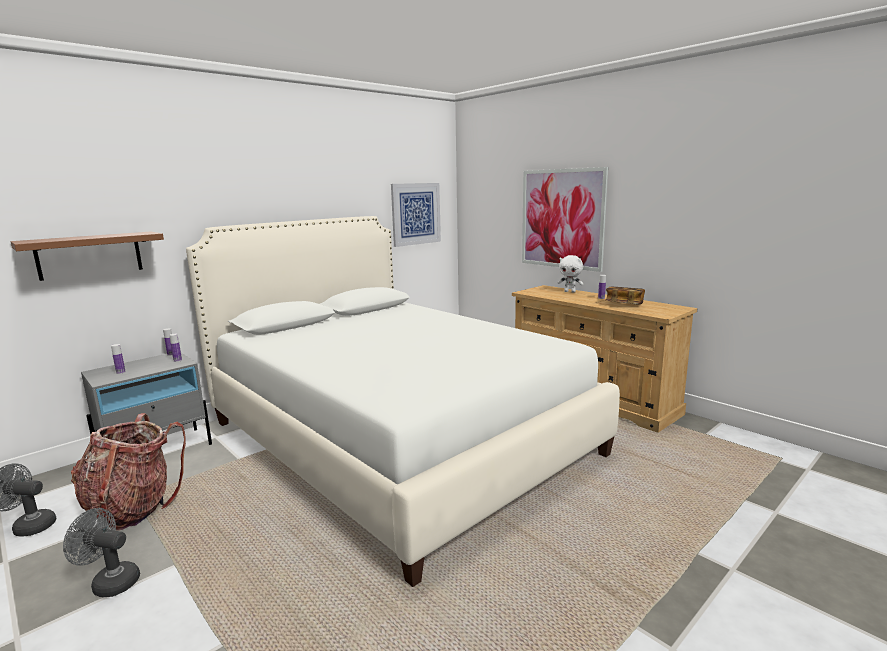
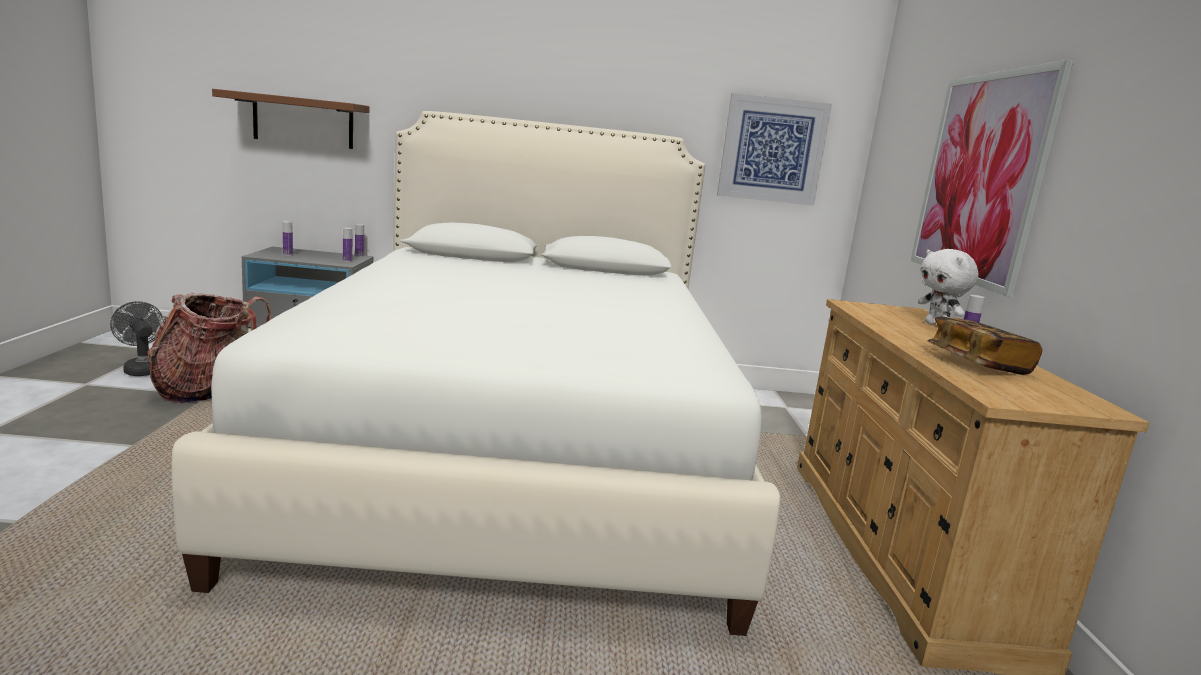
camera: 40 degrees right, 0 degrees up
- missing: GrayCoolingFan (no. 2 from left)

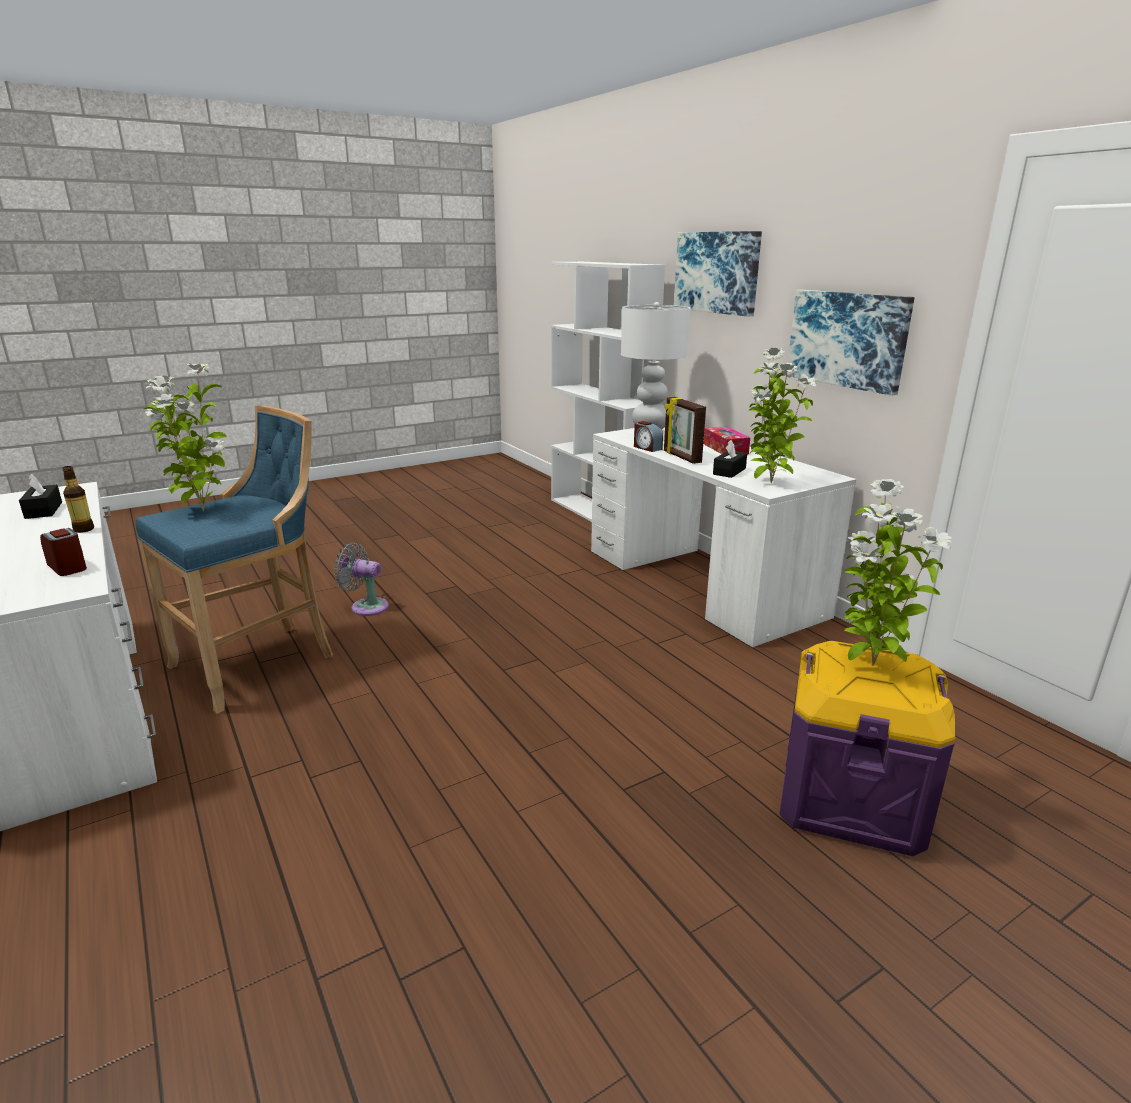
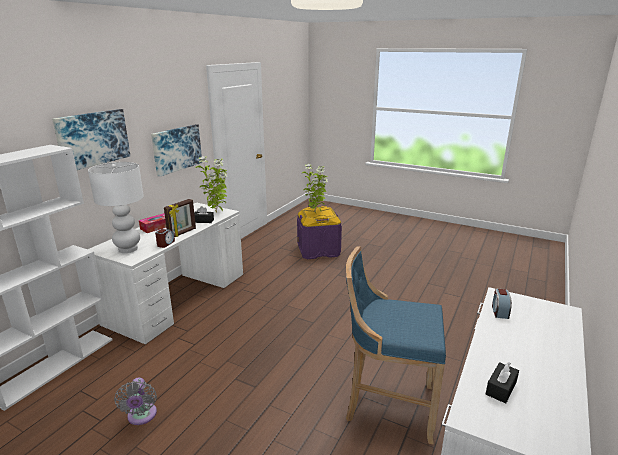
camera: 120 degrees left, 0 degrees up
- missing: DrinkBottle
- missing: Houseplant (no. 1 from left)
- relocated: GrayCoolingFan

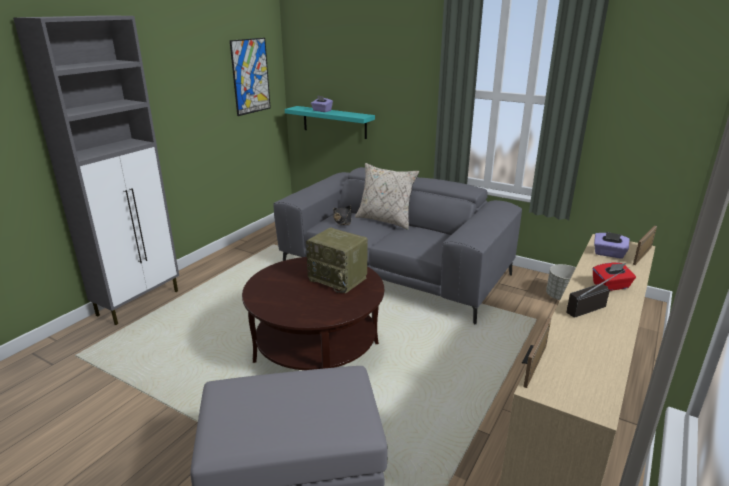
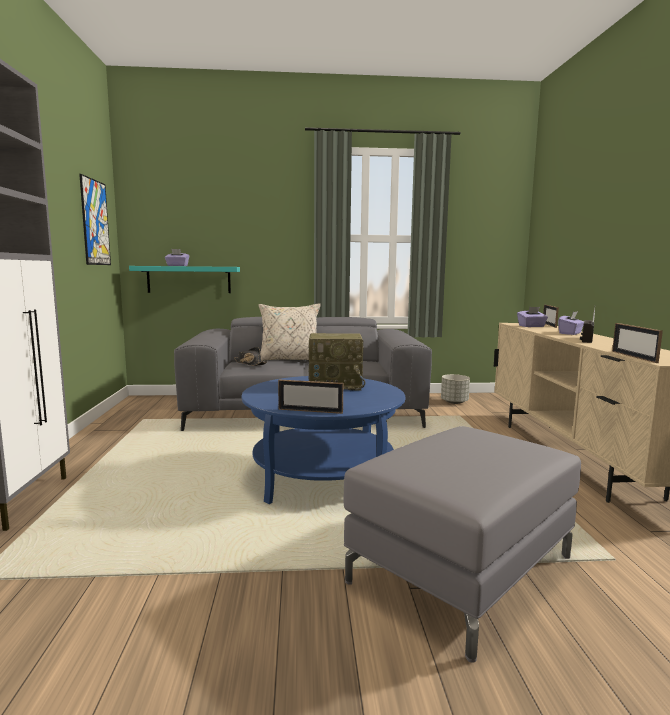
camera: 35 degrees left, 15 degrees down
- appeared: PhotoFrame (no. 1 from left)
- colour: BrownLowTable to BlueColouredLowTable
- colour: RedTissueHolder to PurpleColouredTissueHolder (no. 3 from left)

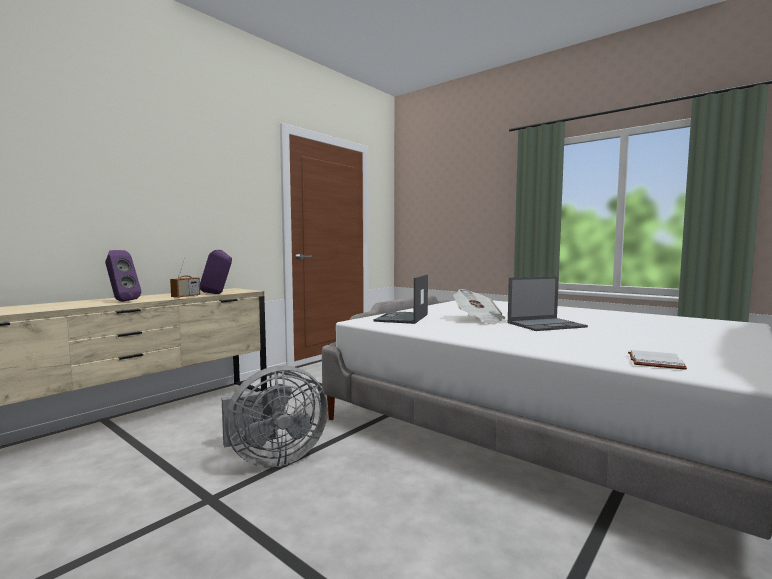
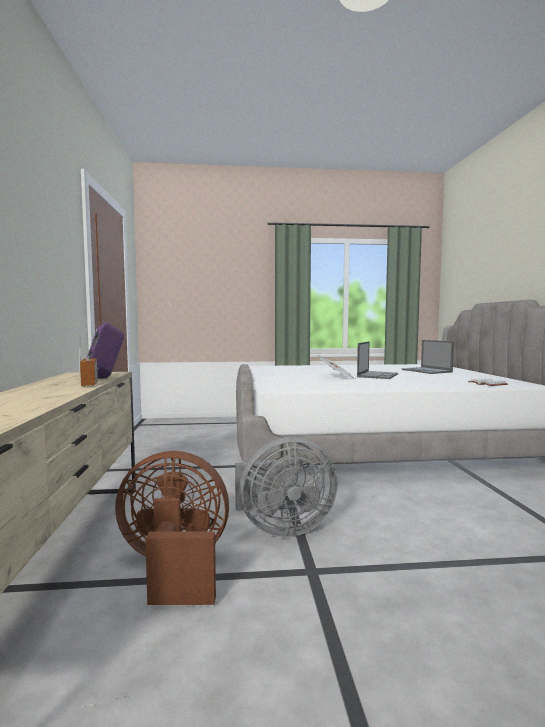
camera: 45 degrees left, 0 degrees up
- missing: PurpleColouredLoudspeaker (no. 1 from left)
- appeared: BrownCoolingFan
- relocated: PortableComputer (no. 1 from left in the first image) to PortableComputer (no. 2 from left)
- spun: GrayCoolingFan 60 degrees clockwise

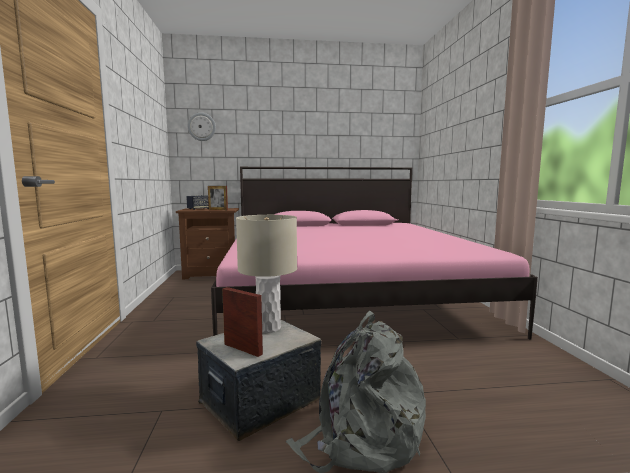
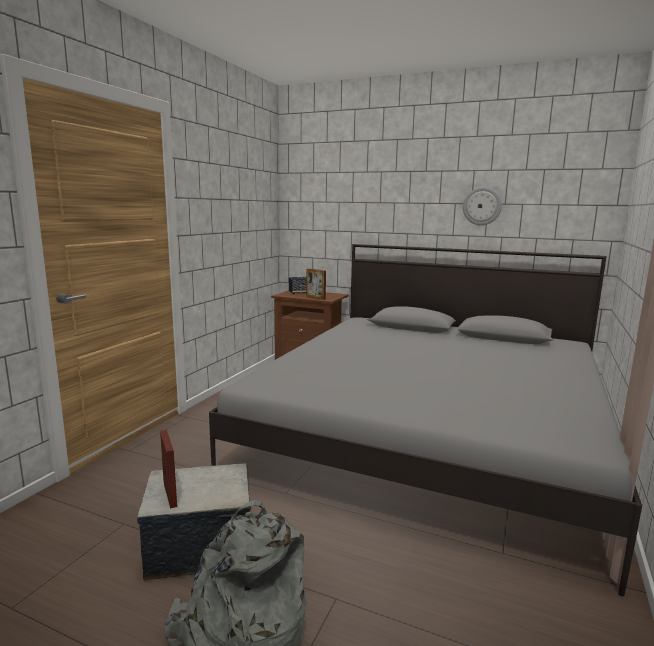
camera: 30 degrees right, 5 degrees up
- missing: SandColouredTabletopLamp
- relocated: HangingClock
- colour: PinkBed to GrayBed

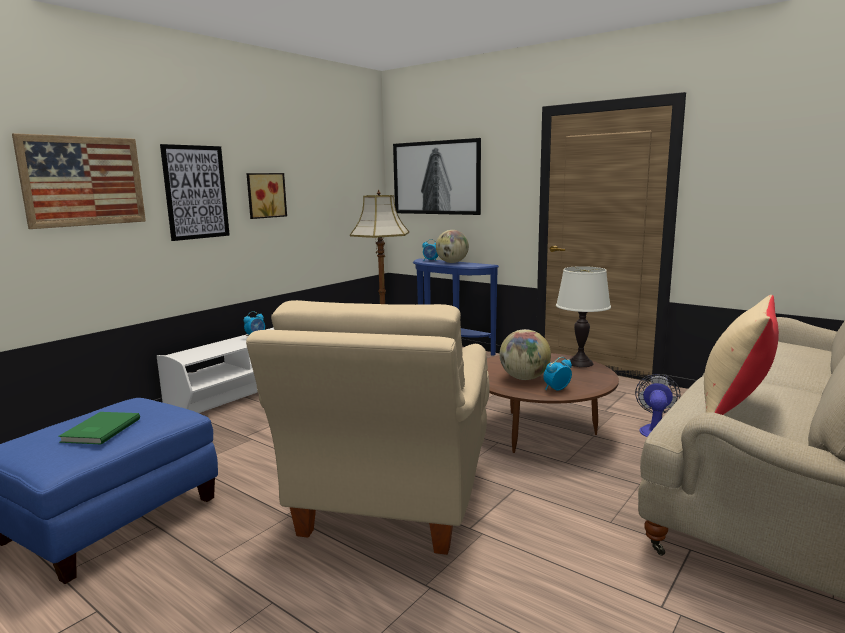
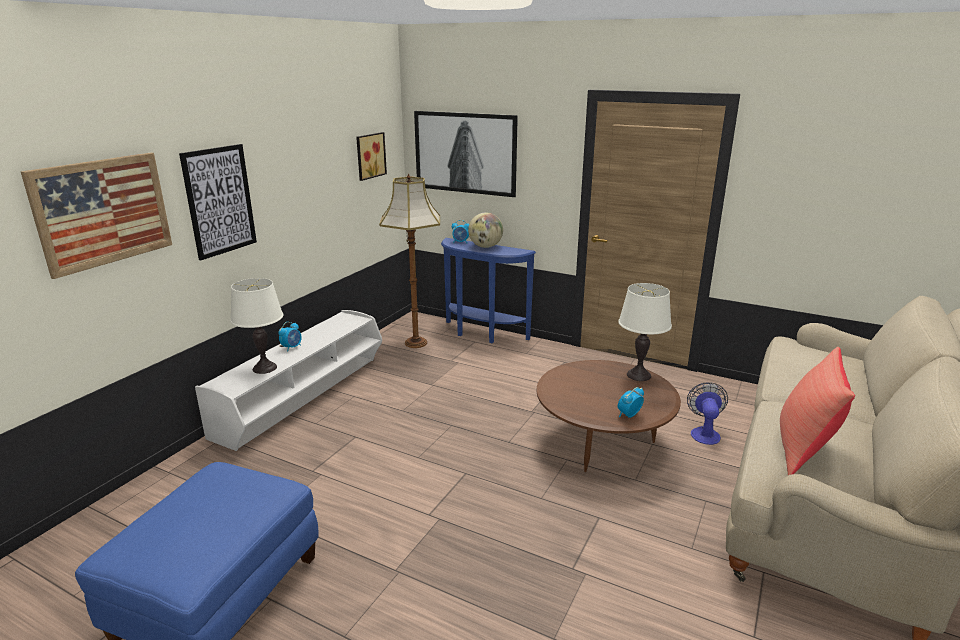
camera: 10 degrees left, 10 degrees up
- missing: GreenBook
- missing: SandColouredLoungeChair
- missing: Globe (no. 2 from left)
- appeared: WhiteColouredTabletopLamp (no. 1 from left)
- relocated: Picture (no. 3 from left)
- colour: SandColouredThrowPillow to RedThrowPillow

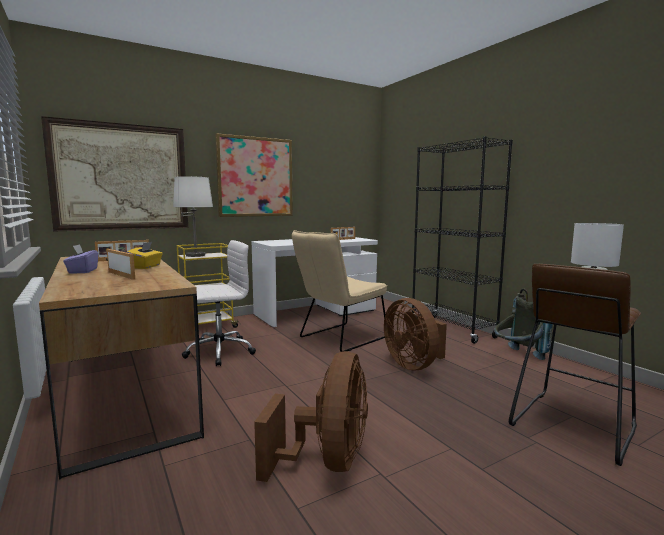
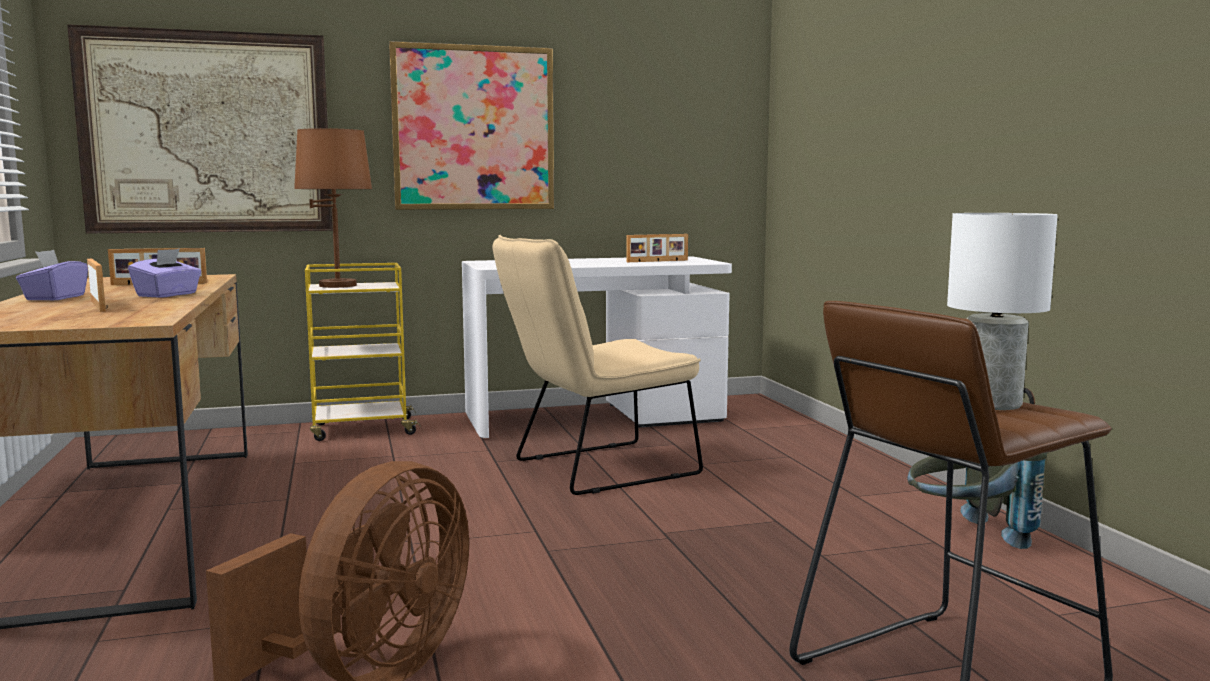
camera: 15 degrees right, 0 degrees up
- missing: WhiteColouredComputerChair
- missing: BrownCoolingFan (no. 2 from left)
- missing: BlackColouredBookcase
- colour: YellowColouredTissueHolder to PurpleColouredTissueHolder (no. 2 from left)
- colour: WhiteColouredTabletopLamp (no. 1 from left) to BrownTabletopLamp

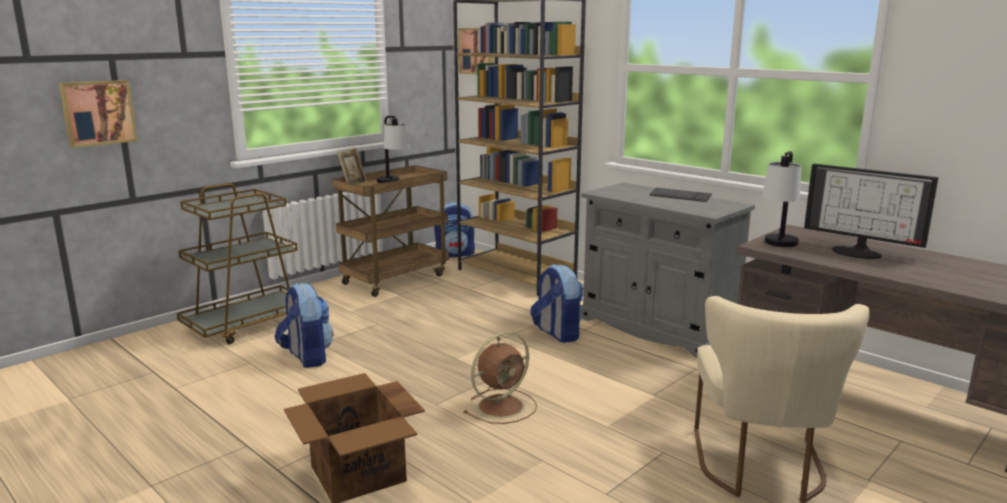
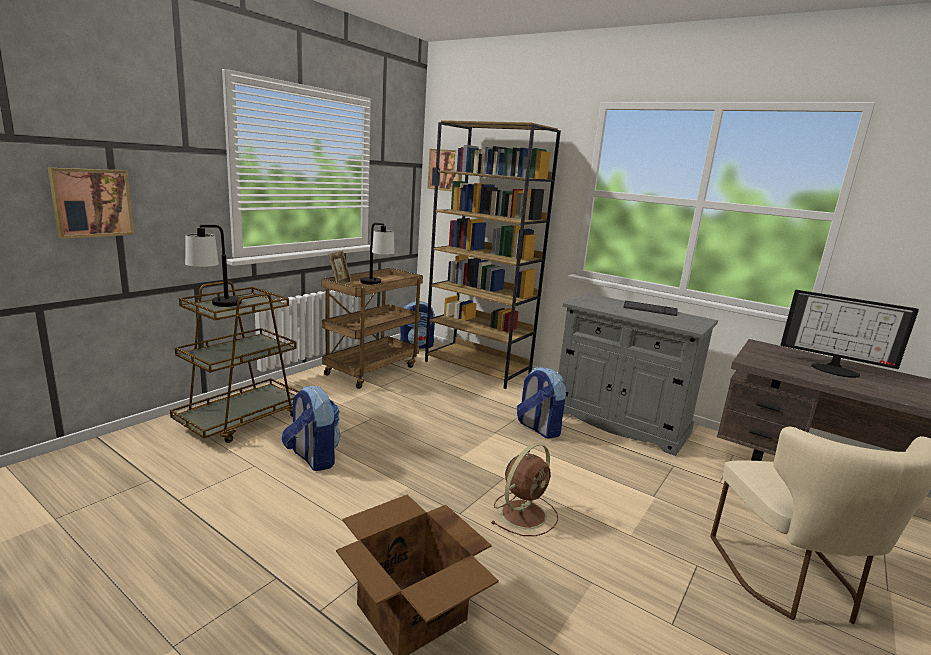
camera: 10 degrees left, 0 degrees up
- relocated: TabletopLamp (no. 2 from left in the first image) to TabletopLamp (no. 1 from left)

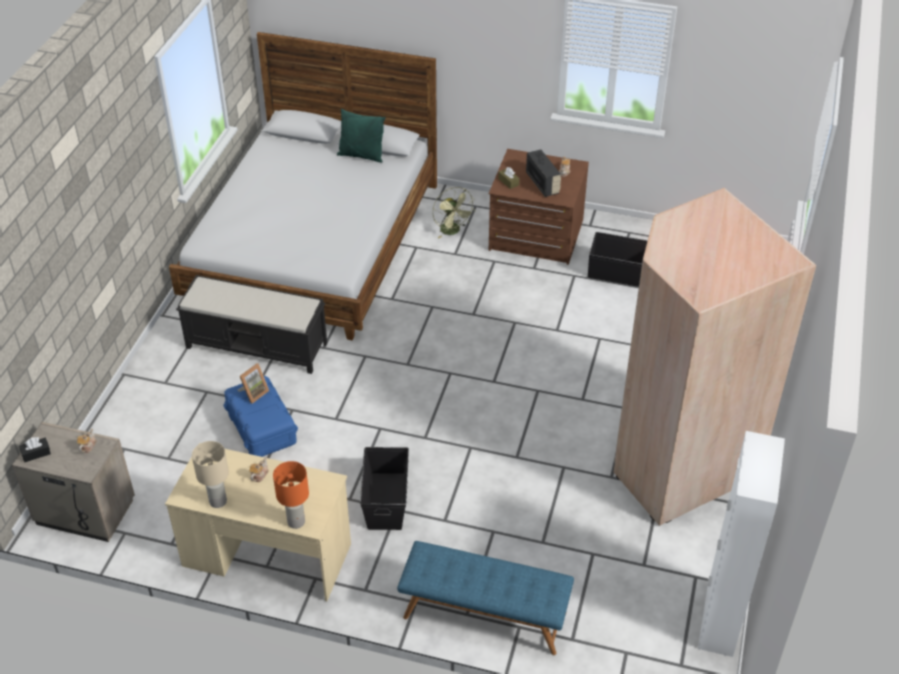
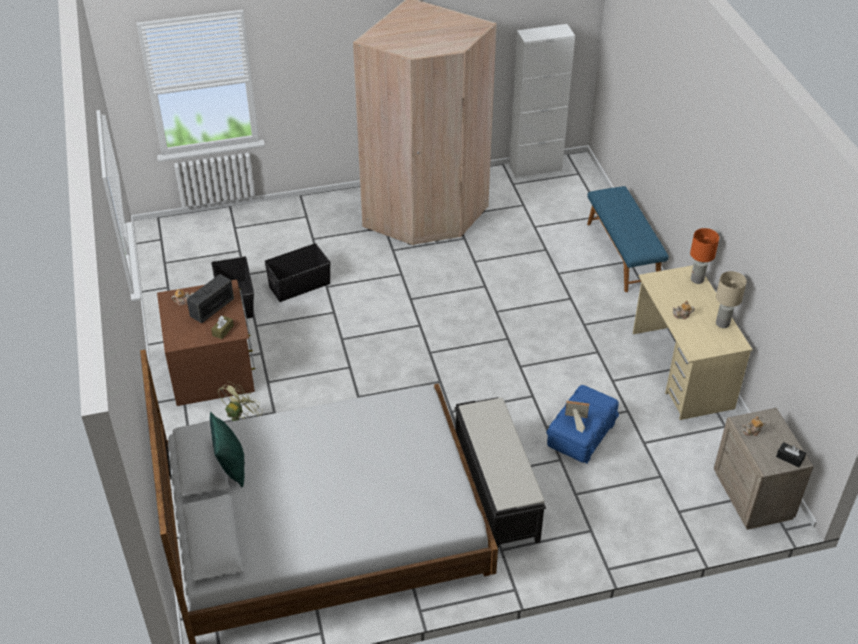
camera: 120 degrees left, 0 degrees up
- relocated: BlackColouredStorageBox (no. 1 from left in the first image) to BlackColouredStorageBox (no. 2 from left)

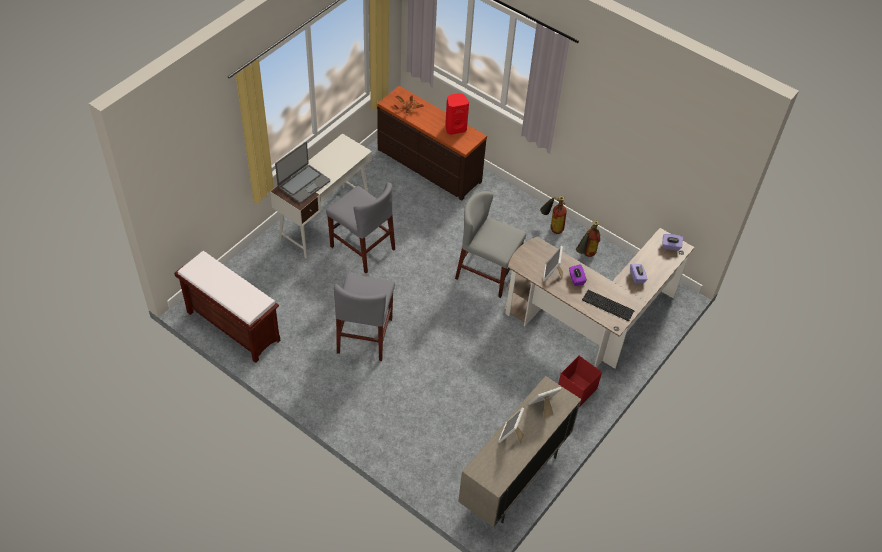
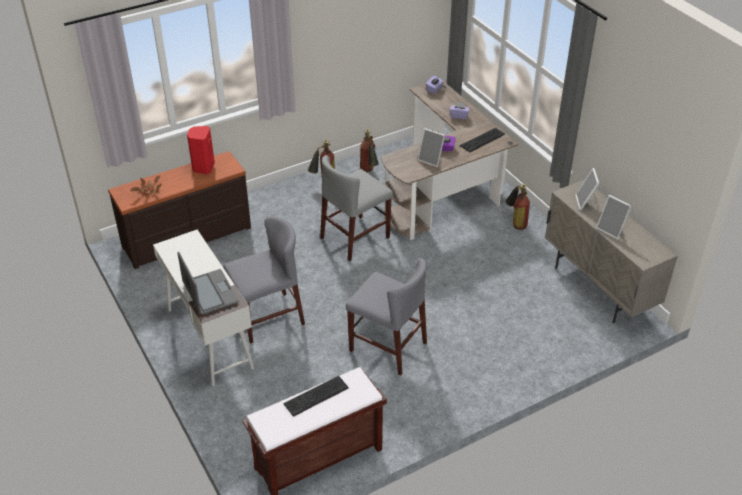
camera: 65 degrees left, 10 degrees down
- appeared: Keyboard (no. 1 from left)
- exchanged: RedStorageBox to Extinguisher (no. 3 from left)

